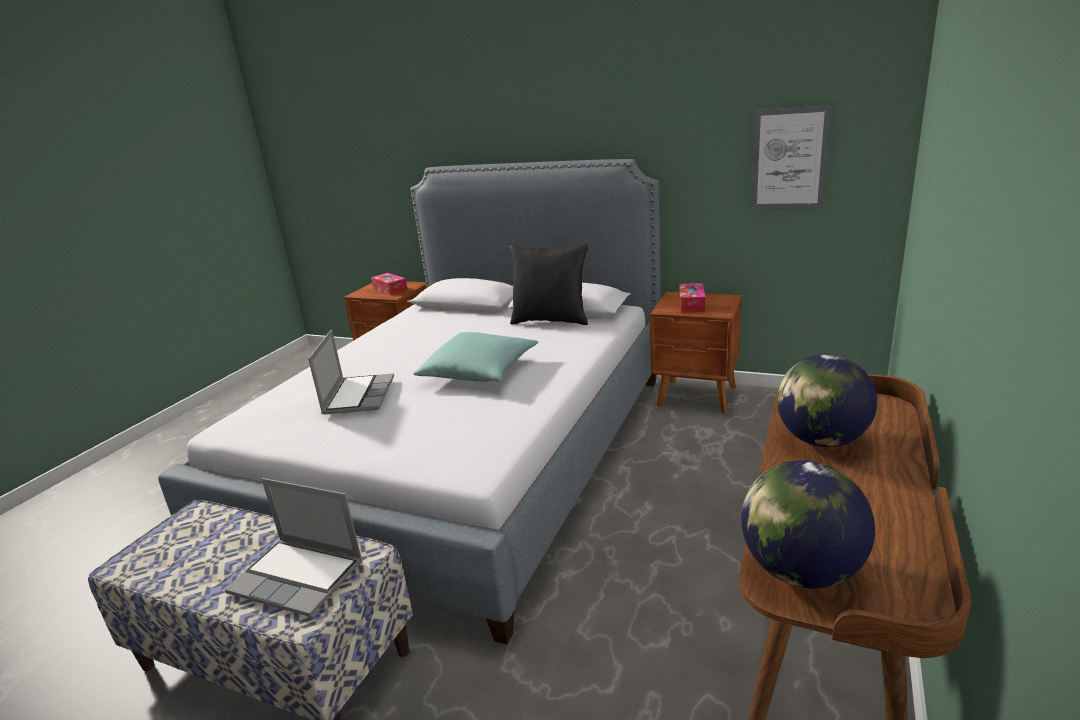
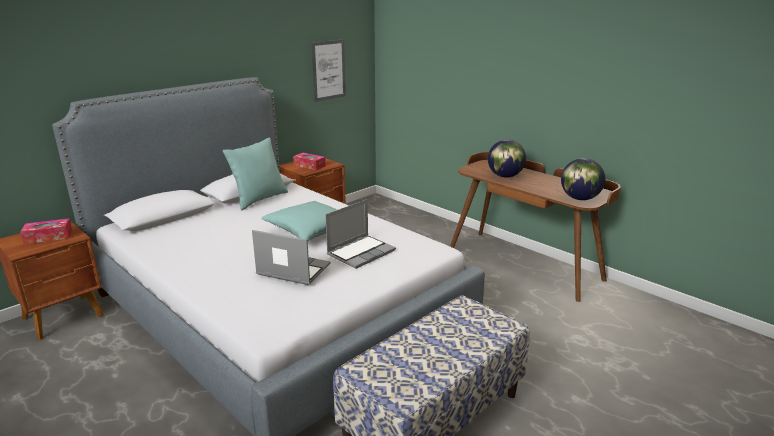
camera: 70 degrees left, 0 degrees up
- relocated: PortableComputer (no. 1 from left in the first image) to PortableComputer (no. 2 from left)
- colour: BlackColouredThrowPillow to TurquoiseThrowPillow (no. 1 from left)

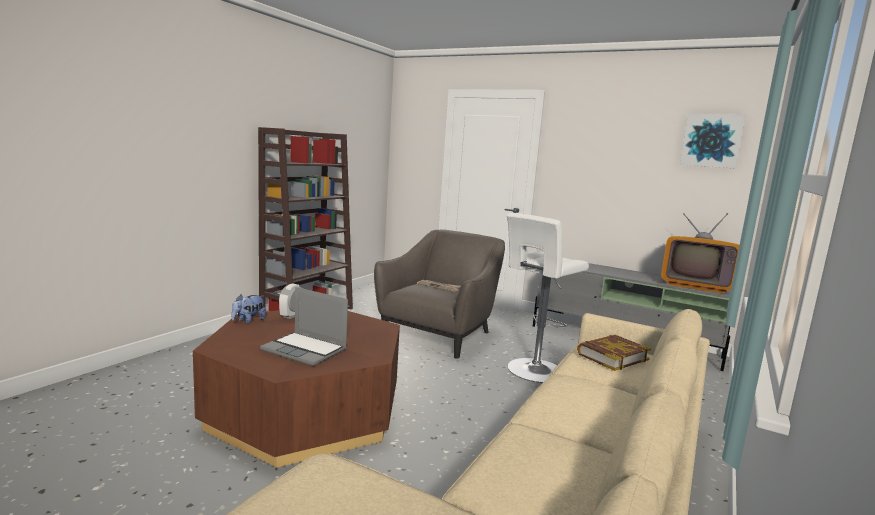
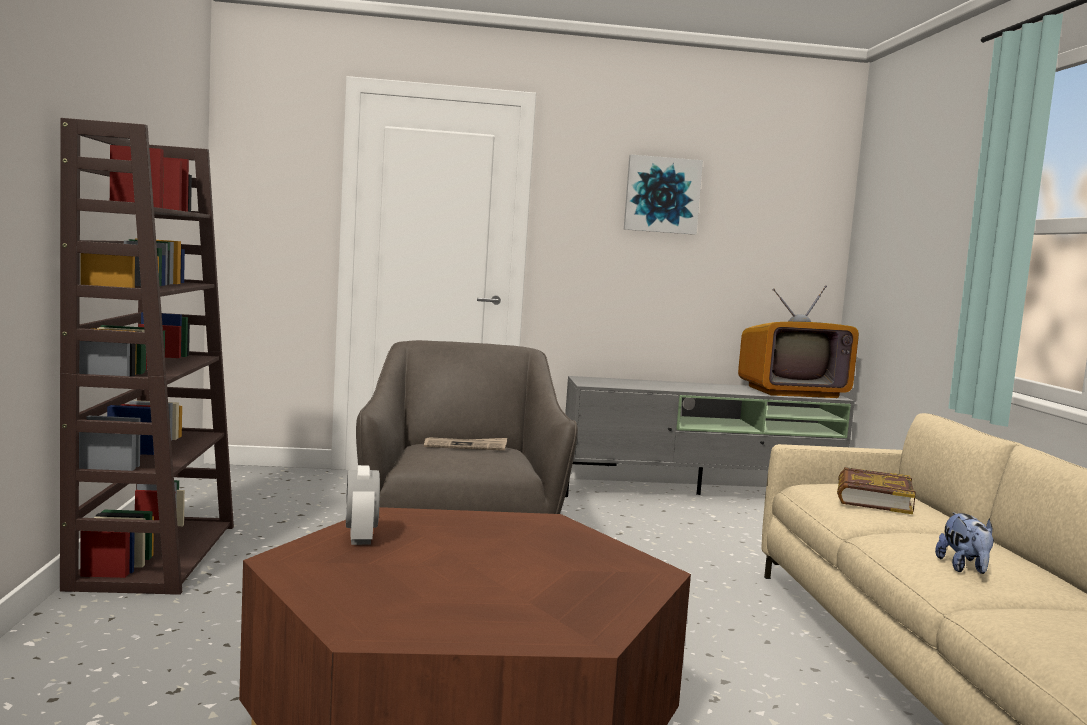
camera: 35 degrees left, 5 degrees down
- missing: PortableComputer
- missing: WhiteColouredStool
- relocated: SoftToy
- relocated: Picture

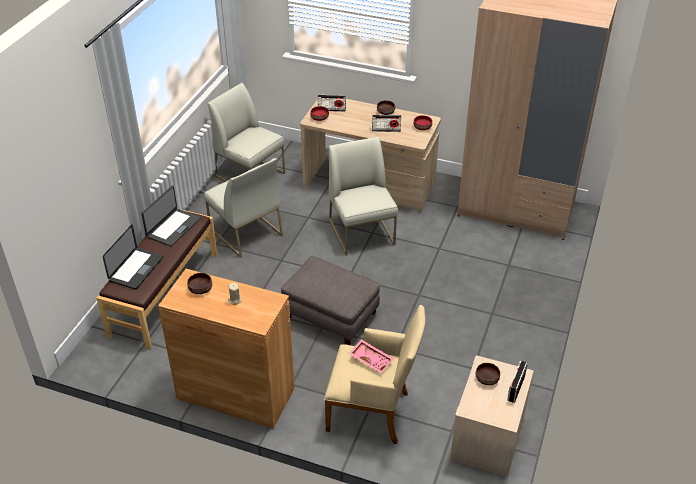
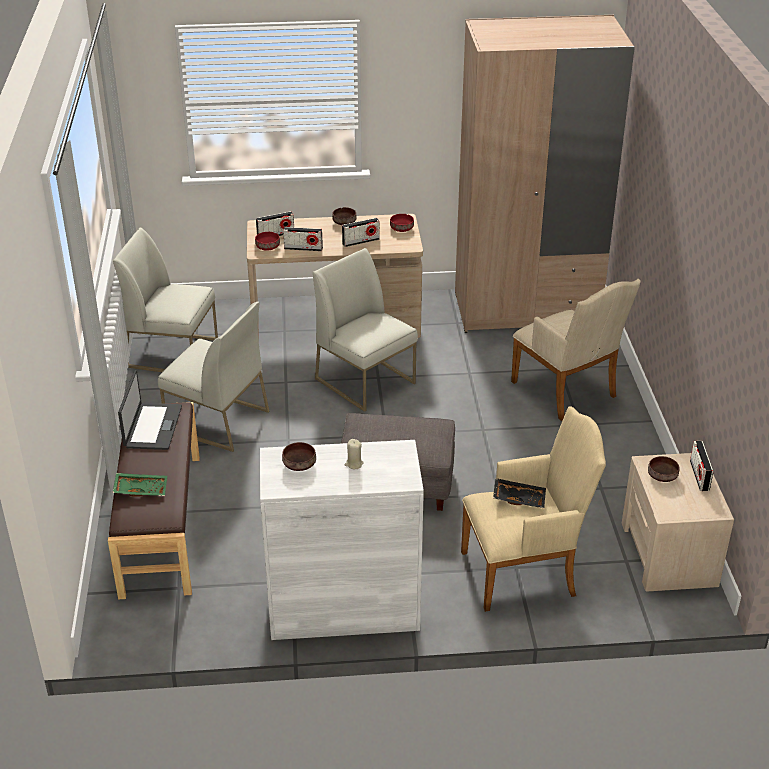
camera: 25 degrees left, 5 degrees down
- appeared: Radio (no. 2 from left)
- appeared: SandColouredLoungeChair (no. 2 from left)
- exchanged: PortableComputer (no. 1 from left) to GreenCarryingTray
- colour: BrownStorageCabinet to WhiteColouredStorageCabinet
- colour: PinkCarryingTray to BlackColouredCarryingTray

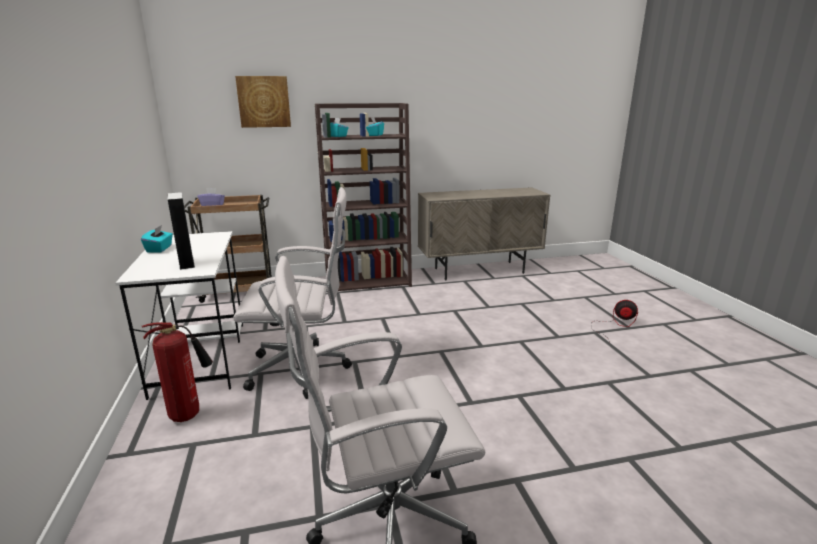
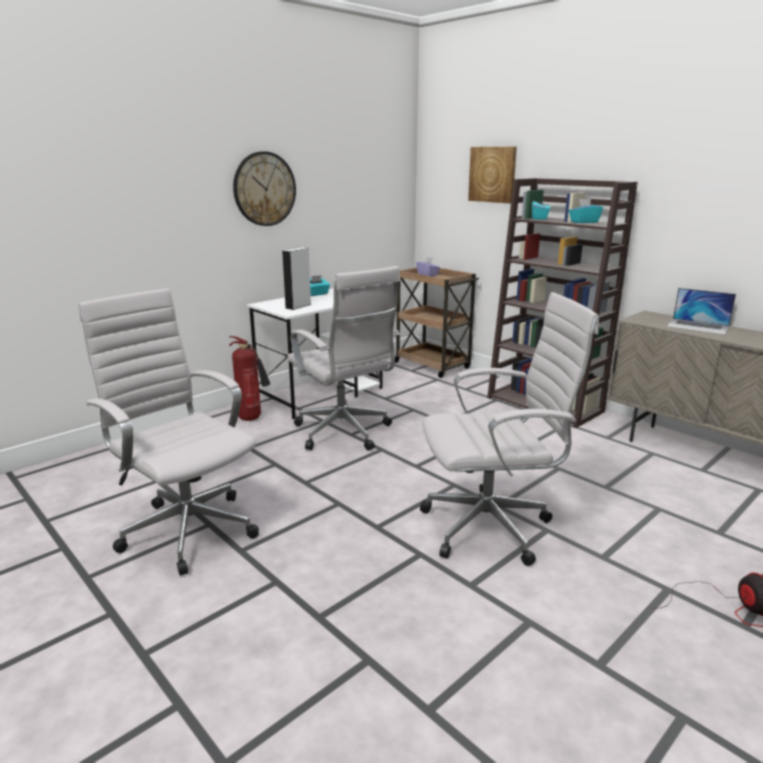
camera: 60 degrees right, 0 degrees up
- appeared: HangingClock
- appeared: WhiteColouredComputerChair (no. 3 from left)
- appeared: PortableComputer

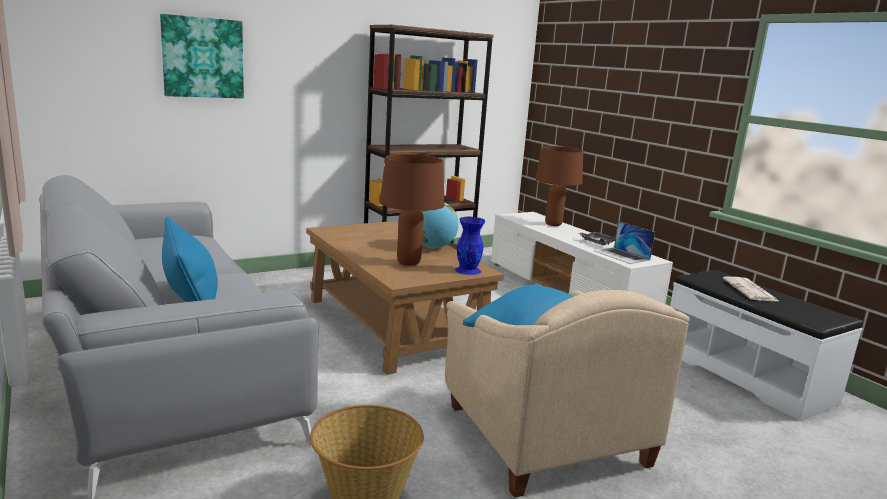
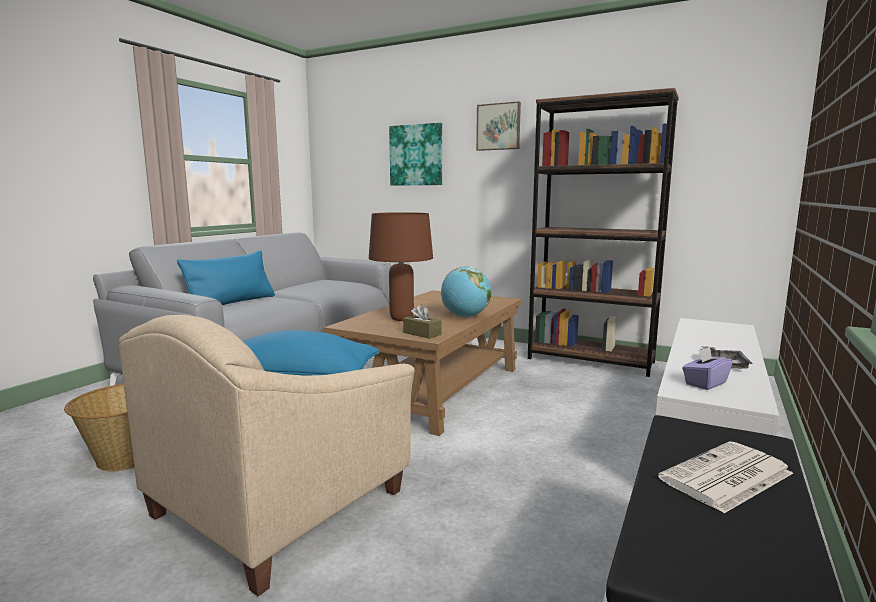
camera: 60 degrees right, 5 degrees down
- missing: BrownTabletopLamp (no. 2 from left)
- appeared: Picture (no. 2 from left)
- exchanged: BlueColouredVase to BrownTissueHolder
- exchanged: PortableComputer to PurpleColouredTissueHolder

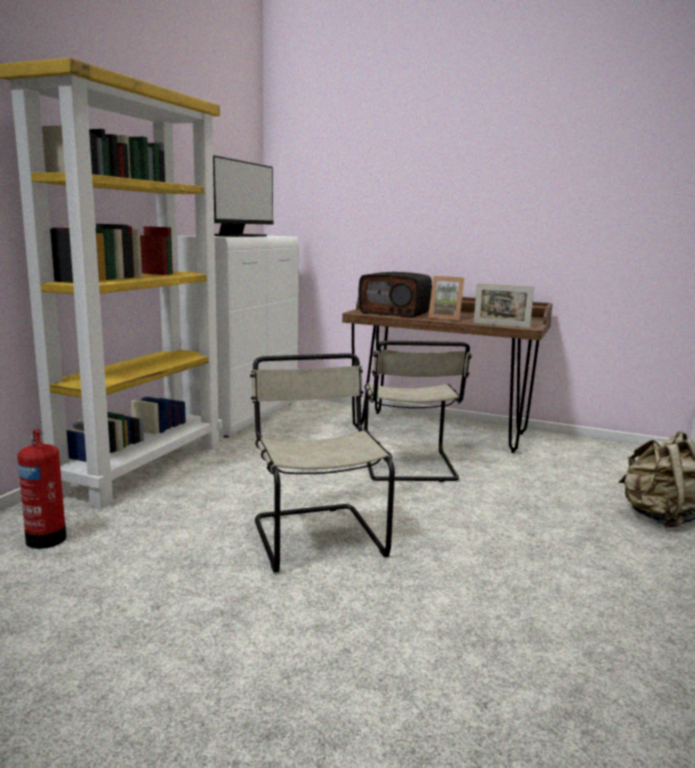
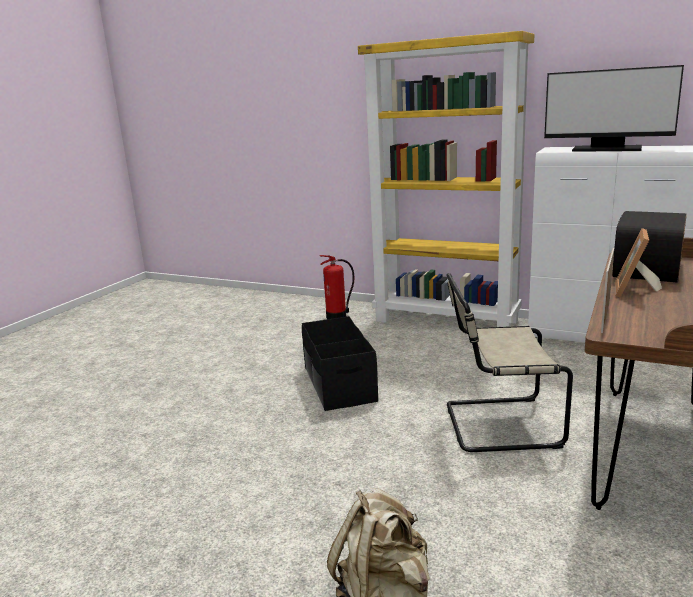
camera: 95 degrees right, 5 degrees up
- exchanged: SandColouredPlainChair (no. 1 from left) to BlackColouredStorageBox

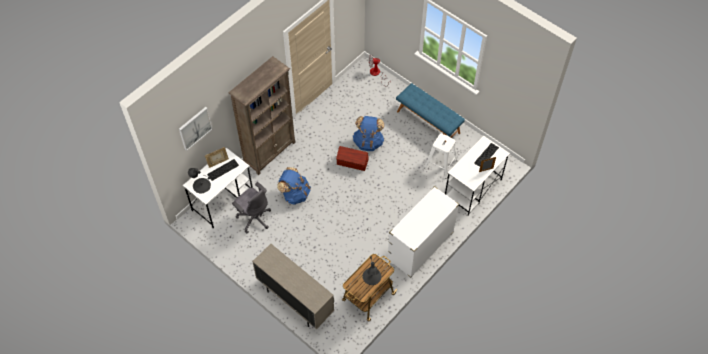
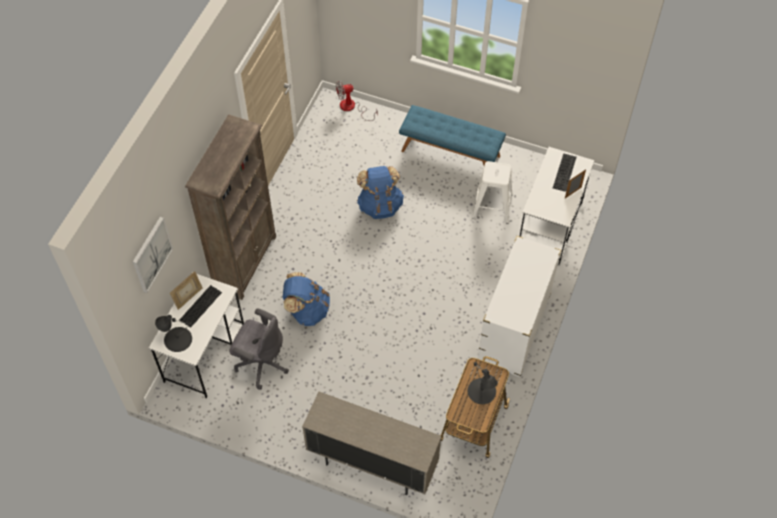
camera: 20 degrees left, 0 degrees up
- missing: BrownStorageBox

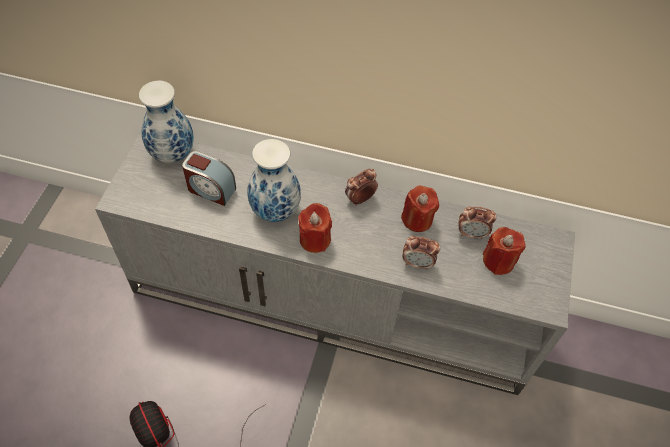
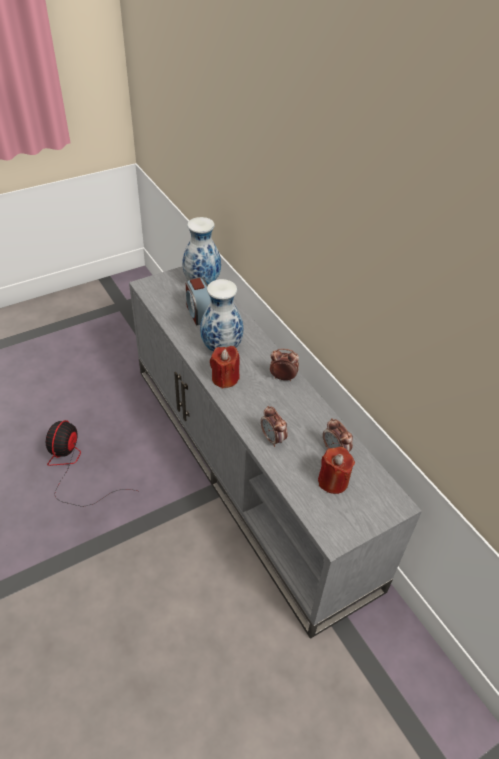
camera: 45 degrees right, 10 degrees down
- missing: RedWaxLight (no. 2 from left)

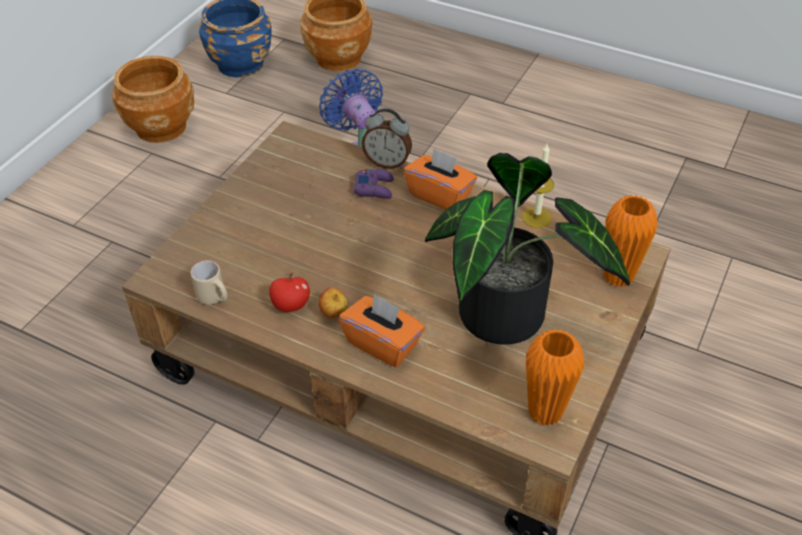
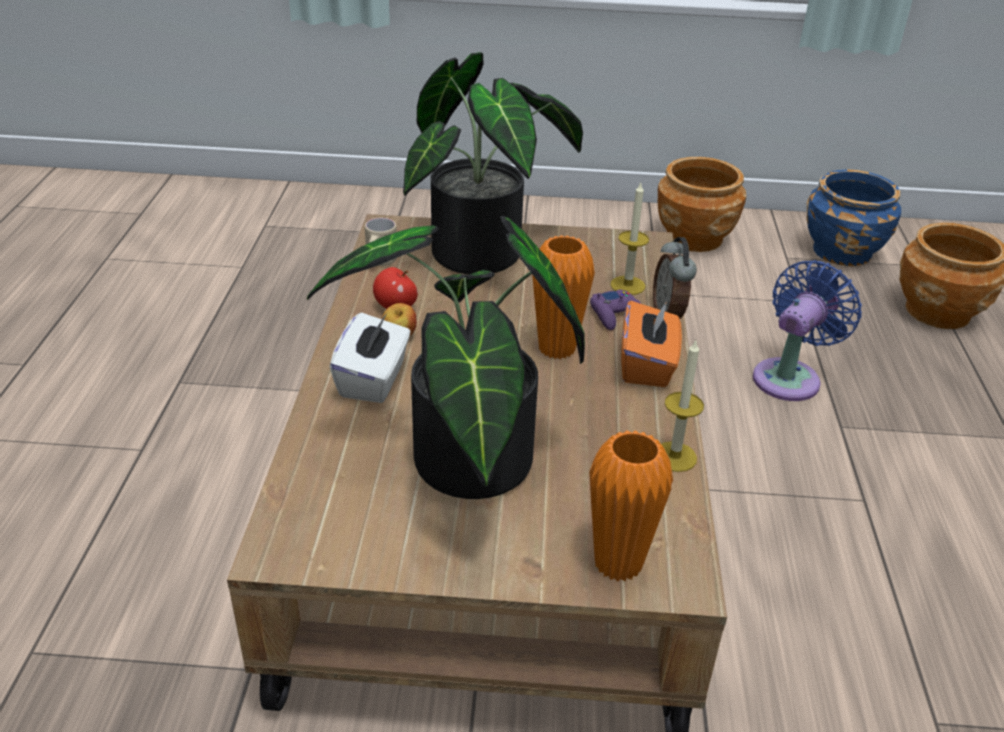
camera: 65 degrees right, 10 degrees down
- appeared: Houseplant (no. 2 from left)
- appeared: WaxLight (no. 1 from left)
- relocated: OrangeColouredVase (no. 1 from left)
- colour: OrangeColouredTissueHolder (no. 1 from left) to WhiteColouredTissueHolder

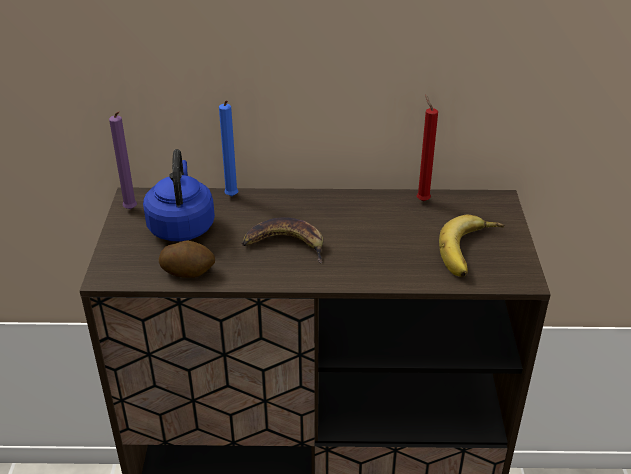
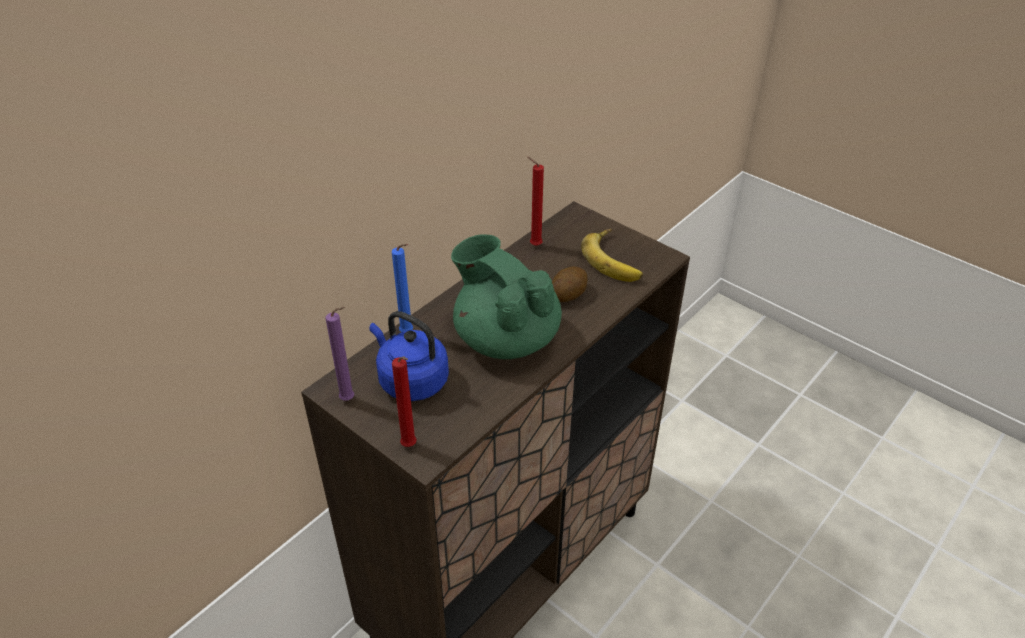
camera: 50 degrees left, 5 degrees up
- appeared: RedWaxLight (no. 1 from left)
- relocated: Potato
- exchanged: WholeBanana (no. 1 from left) to GreenTeapot

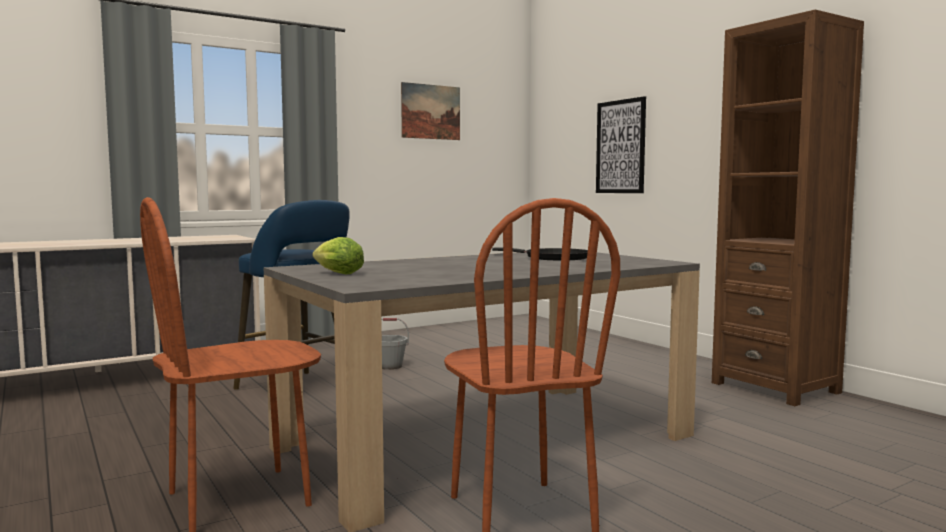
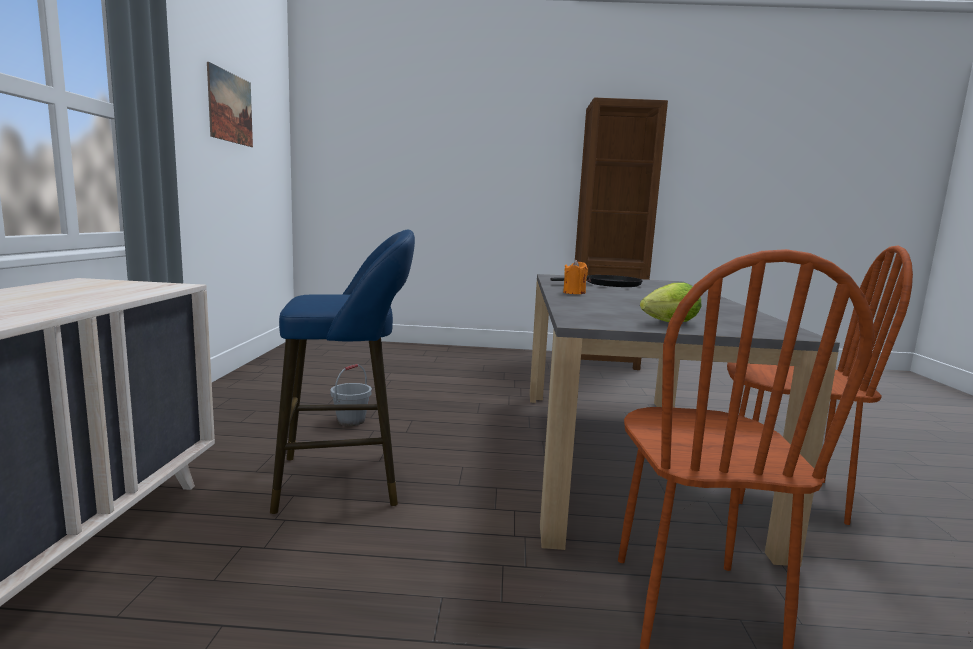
camera: 55 degrees left, 5 degrees up
- missing: Picture (no. 2 from left)
- appeared: OrangeColouredWaxLight

